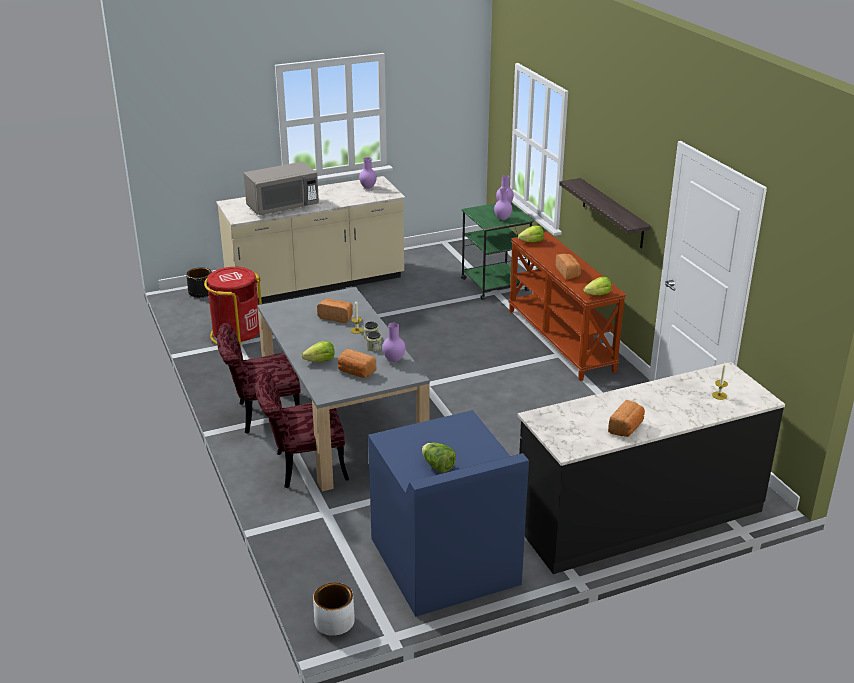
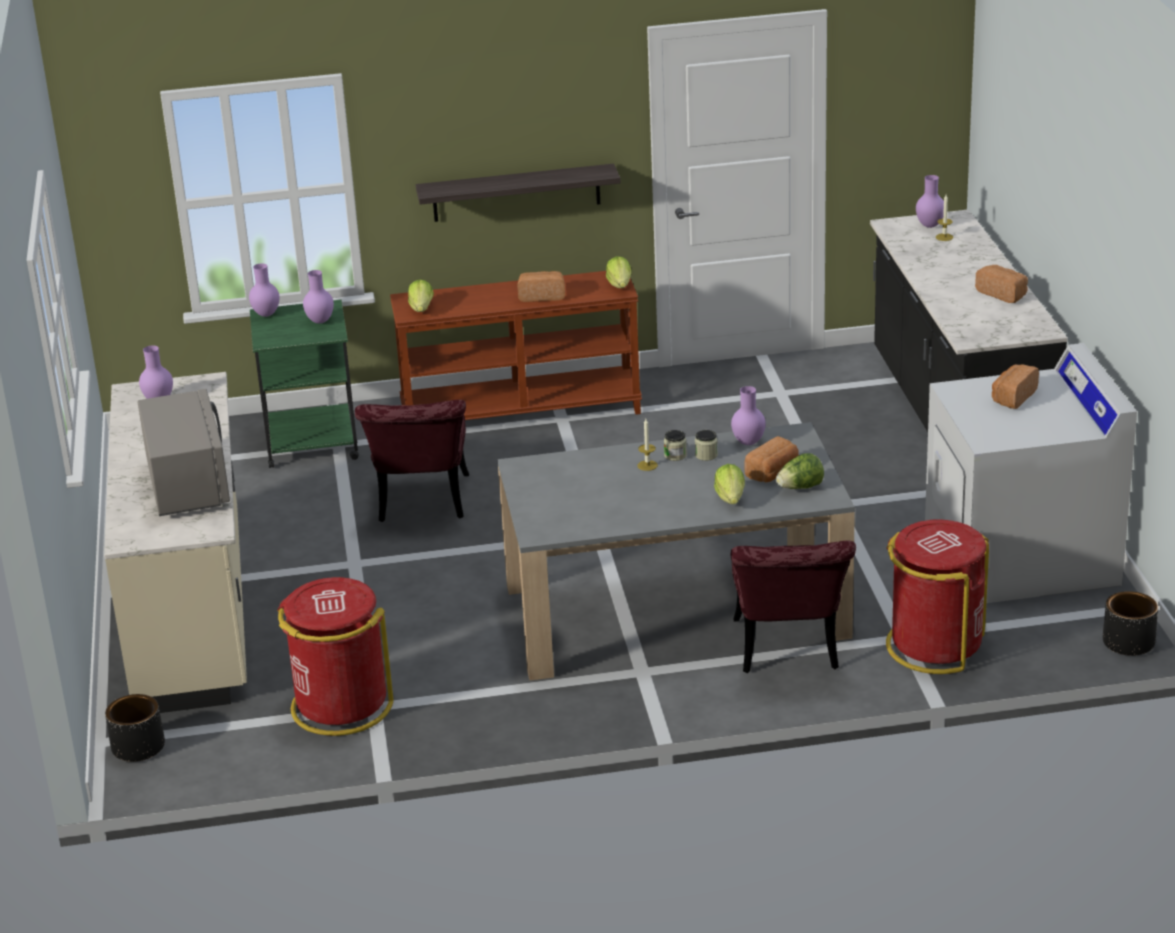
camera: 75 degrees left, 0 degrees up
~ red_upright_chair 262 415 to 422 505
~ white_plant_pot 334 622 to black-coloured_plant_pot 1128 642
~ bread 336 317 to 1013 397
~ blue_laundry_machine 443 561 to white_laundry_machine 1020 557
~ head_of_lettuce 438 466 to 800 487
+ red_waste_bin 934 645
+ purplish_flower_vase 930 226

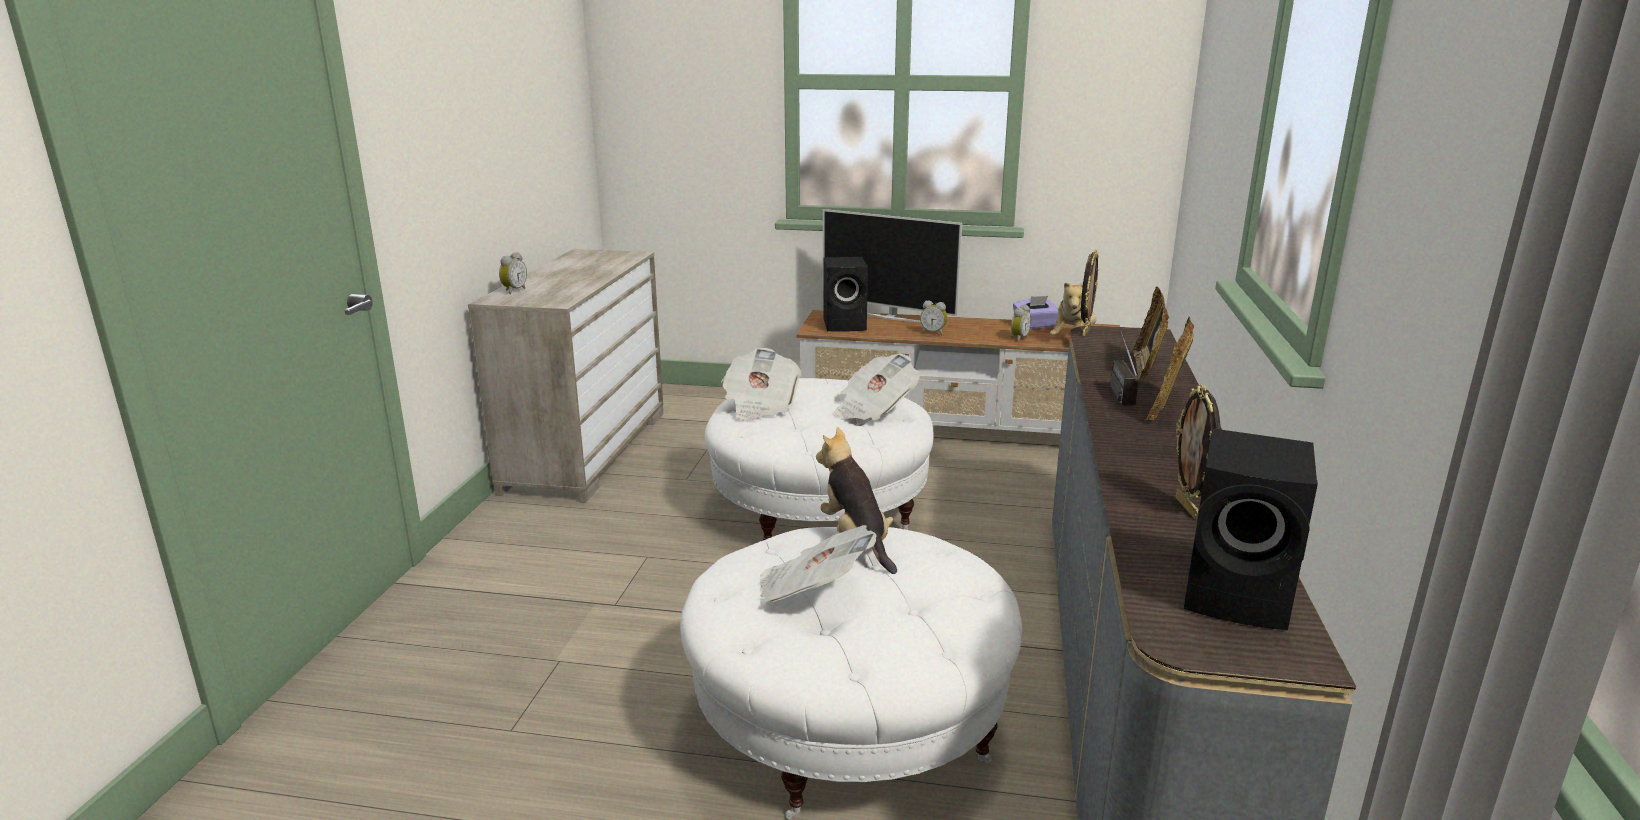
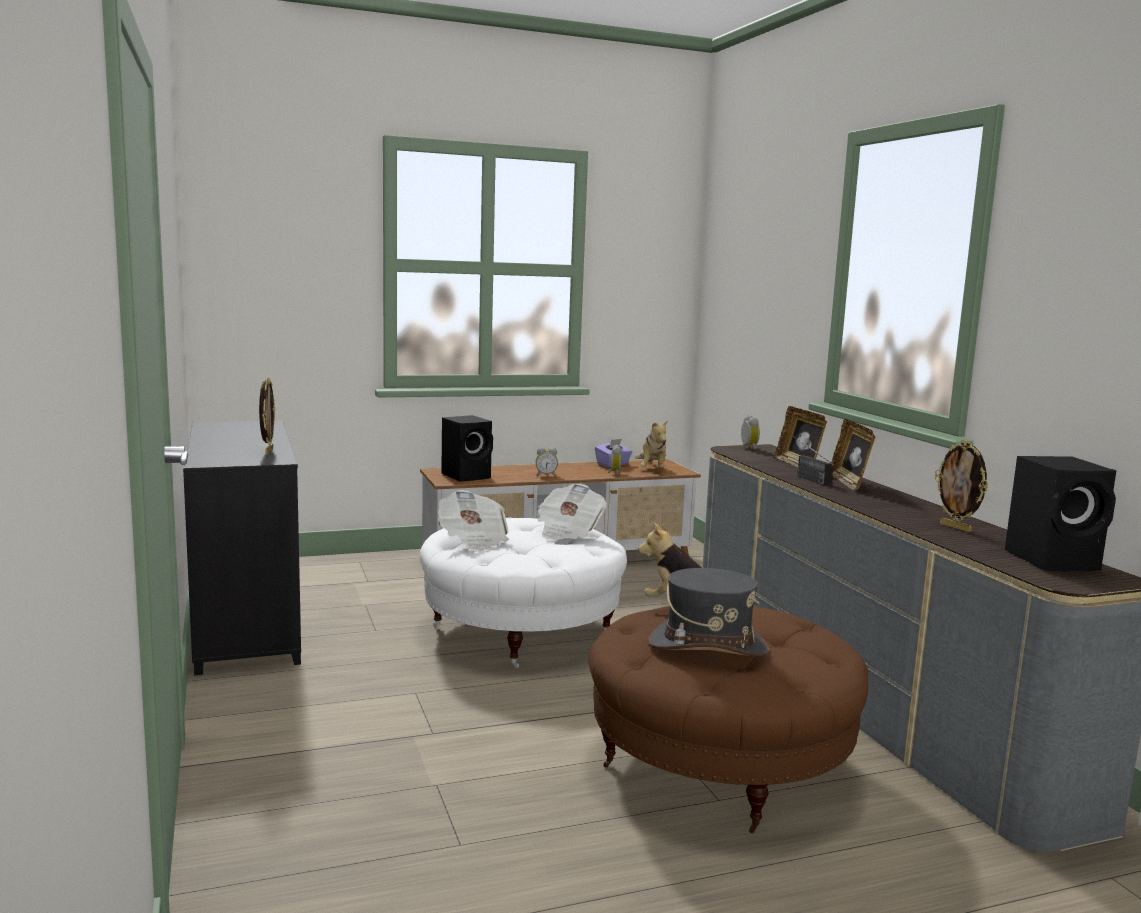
camera: 30 degrees left, 10 degrees down
~ sand-coloured_chest_of_drawers 585 450 to black-coloured_chest_of_drawers 243 623
~ alarm_clock 513 291 to 747 448
~ white_ottoman 850 723 to brown-coloured_ottoman 719 763
~ daily_paper 812 592 to grey_hat 707 647
- TV_set 890 317
~ picture_frame 1085 332 to 268 451

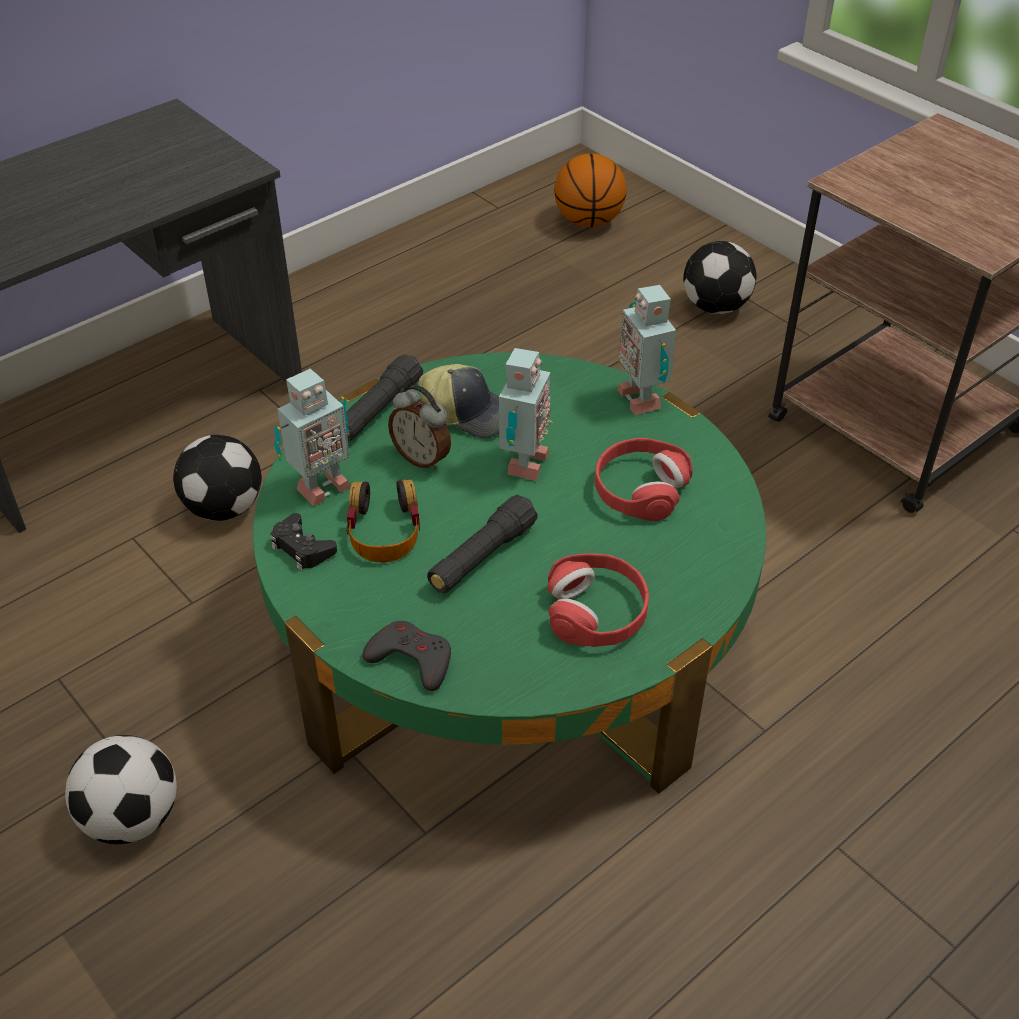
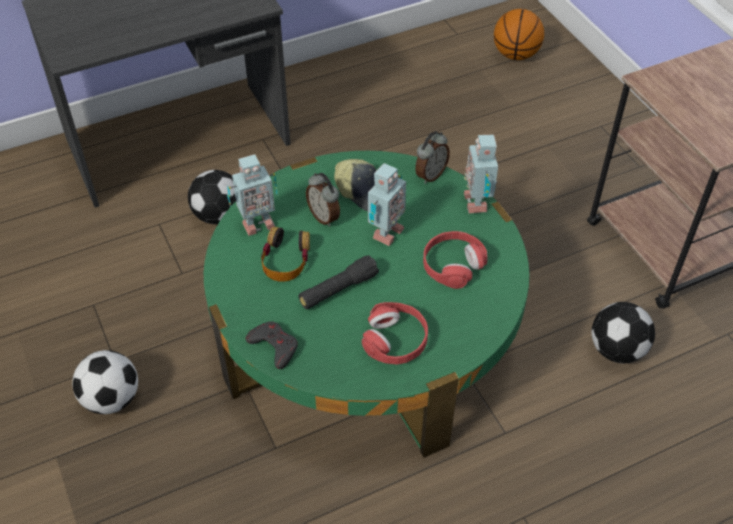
camera: 15 degrees right, 5 degrees up
- black-coloured_joypad 302 548
- black-coloured_torch 378 411
~ football_ball 714 307 to 616 350
+ alarm_clock 430 175

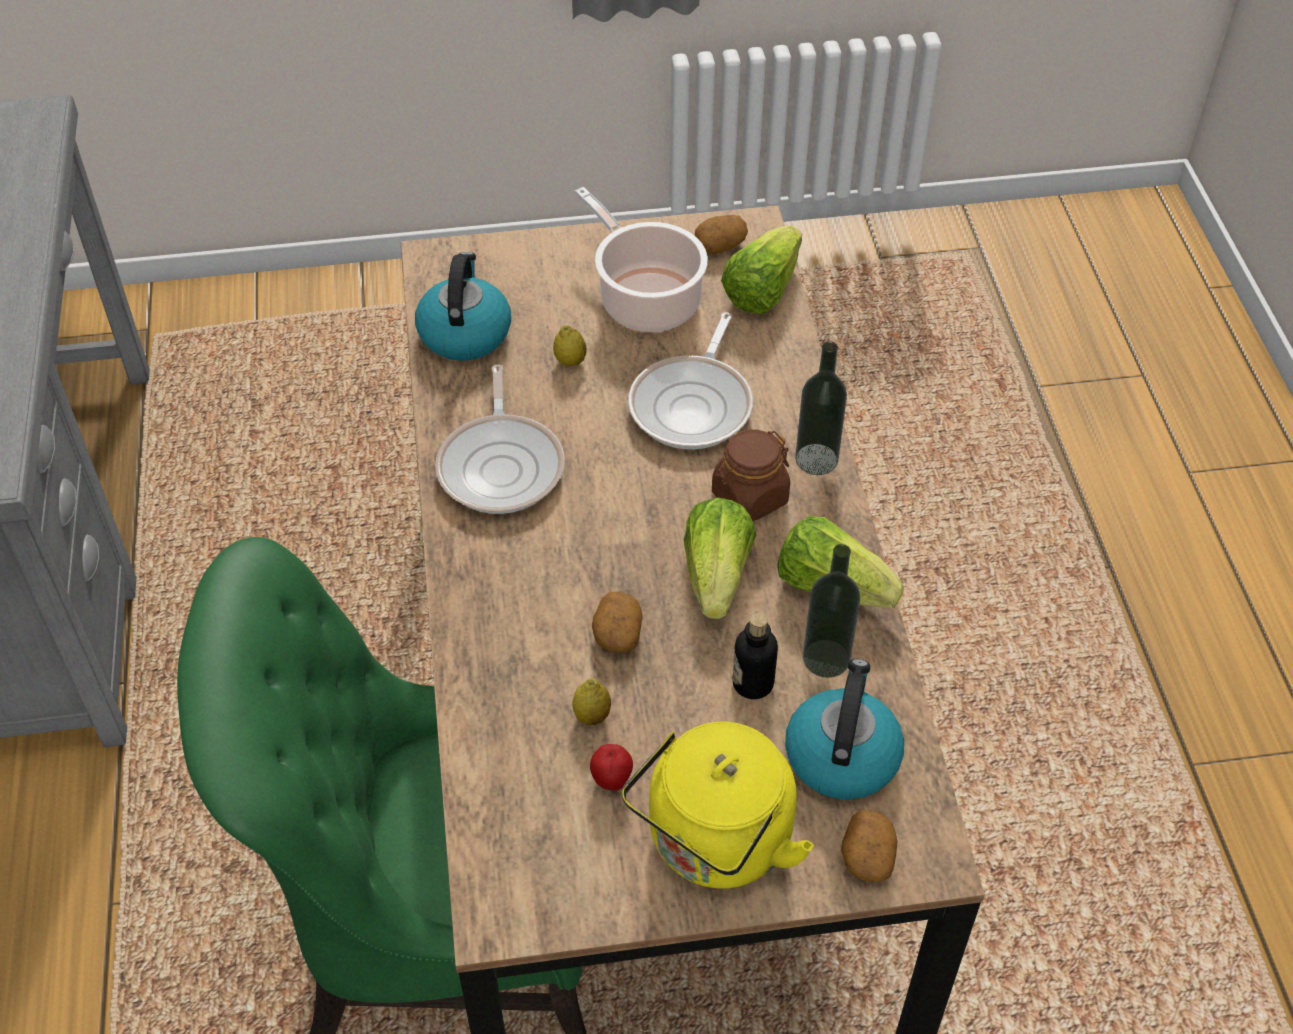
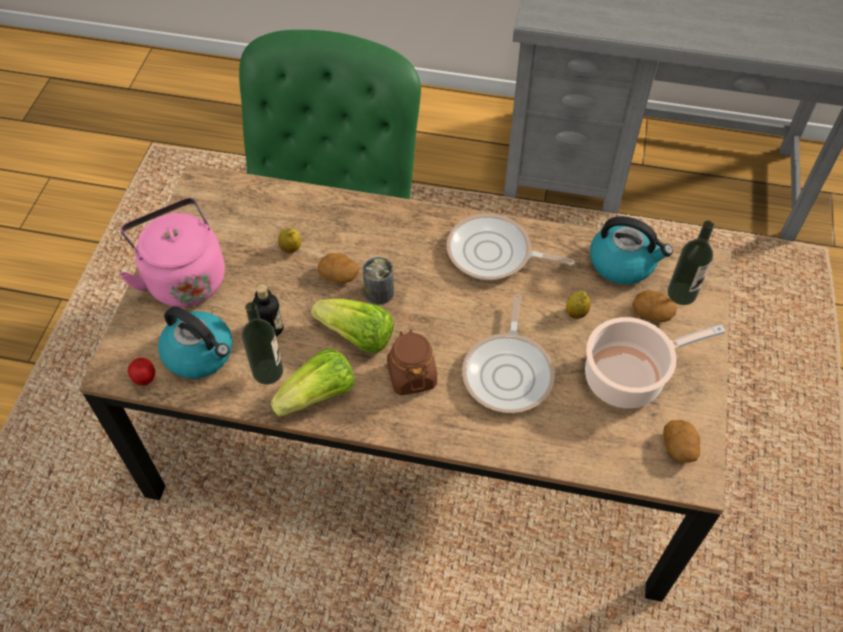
camera: 110 degrees right, 5 degrees up
~ whole_apple 611 780 to 145 380
~ yellow_kettle 715 844 to pinkish_kettle 183 277
~ pan 694 404 = 509 372 120 degrees counterclockwise
- head_of_lettuce 762 290
~ bottle 816 459 to 681 293
~ whole_potato 867 855 to 652 313
+ can 379 293

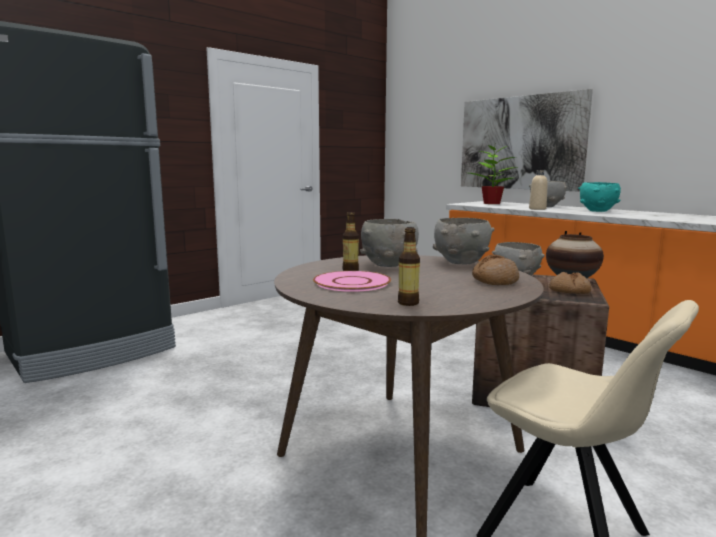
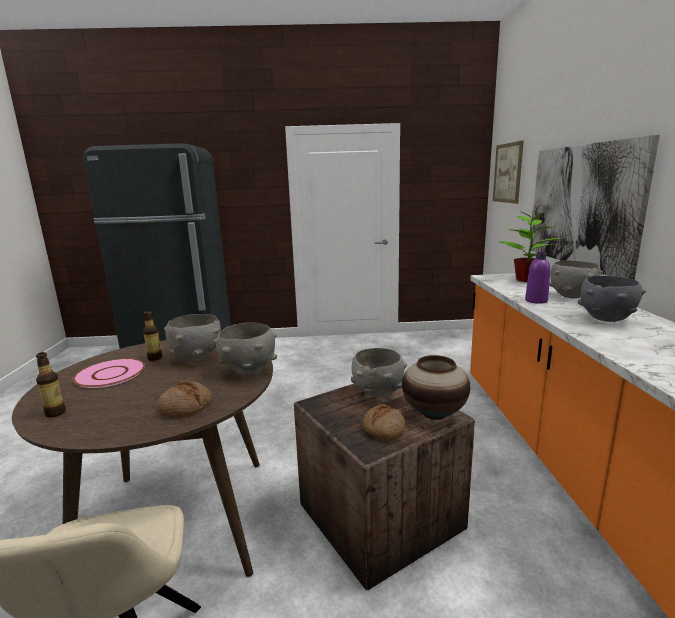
camera: 40 degrees right, 5 degrees up
~ sand-coloured_bottle 537 209 to purplish_bottle 536 301
~ turquoise-coloured_bowl 597 211 to grey_bowl 606 319
+ wall_art 507 173

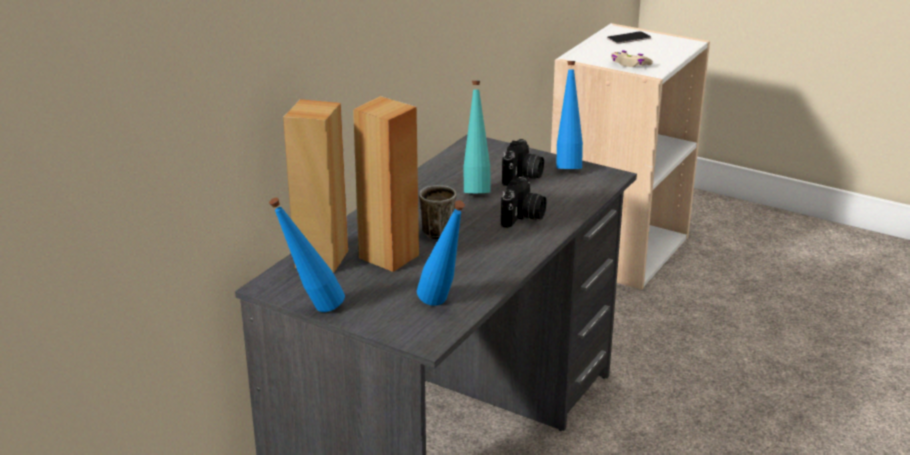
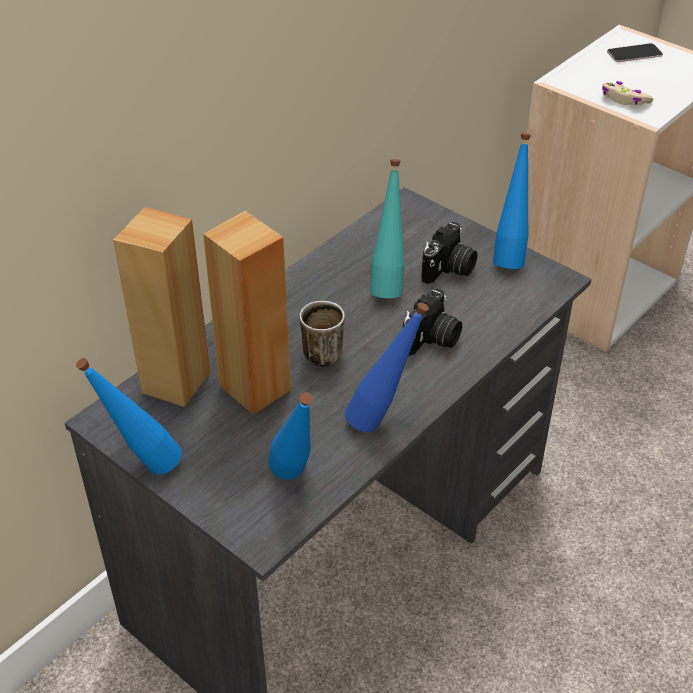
camera: 10 degrees right, 15 degrees up
+ blue_bottle 383 420

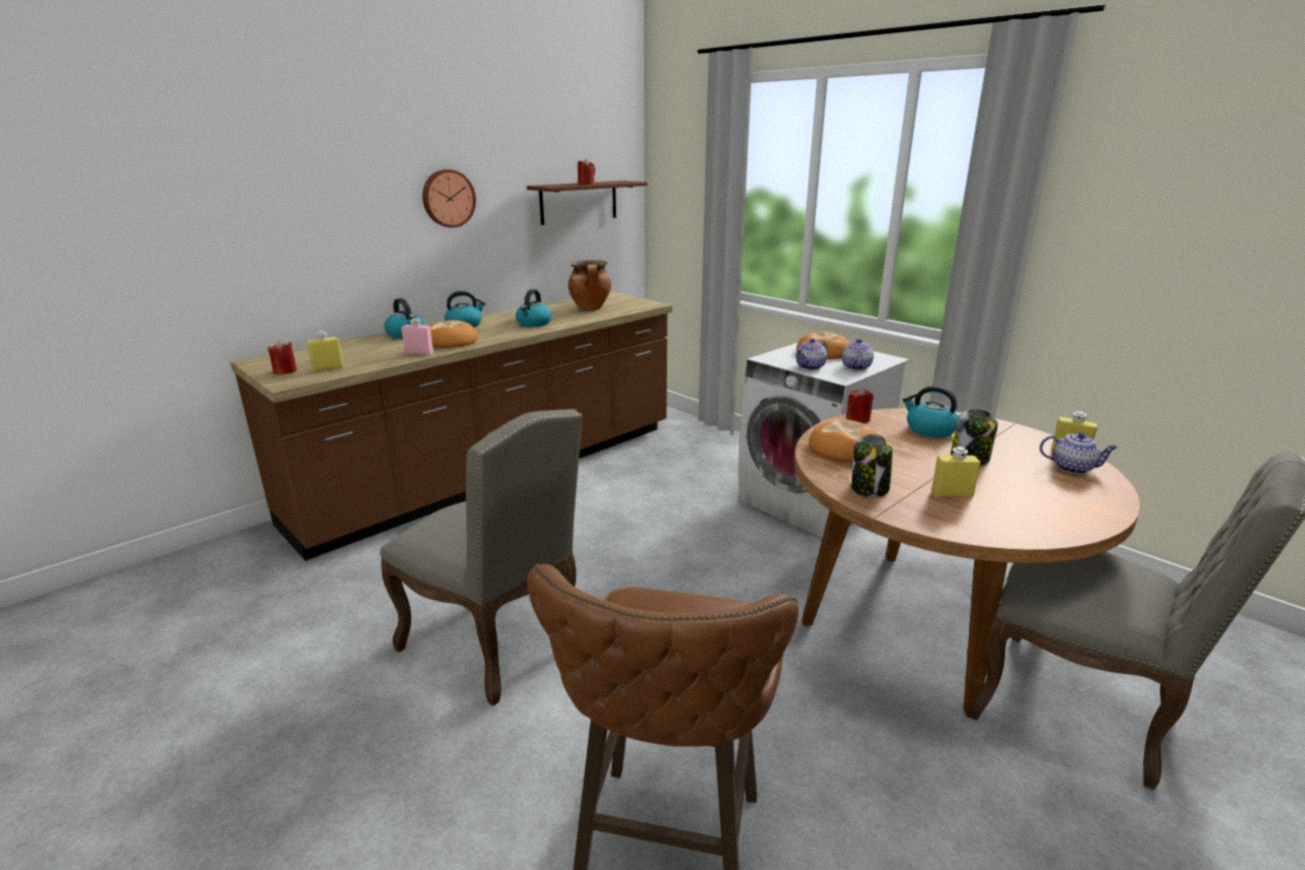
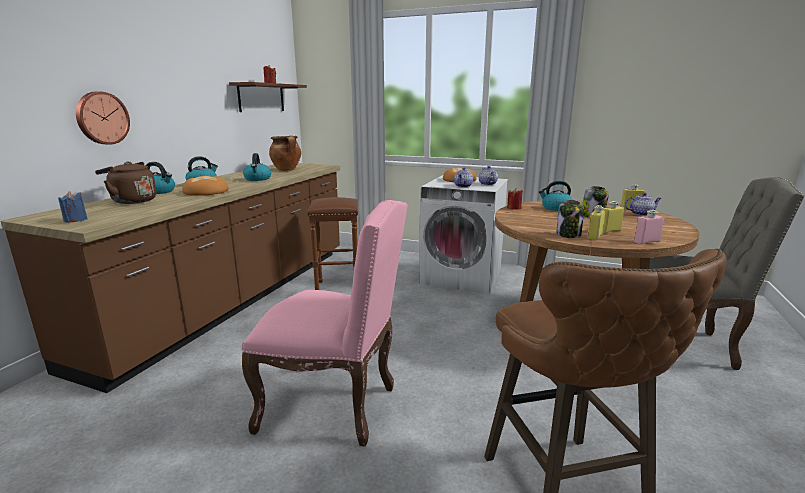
camera: 25 degrees left, 5 degrees down
~ red_wax_light 285 371 to blue_wax_light 75 220
~ yellow_bottle 328 369 to 594 236
~ grey_upright_chair 497 645 to pinkish_upright_chair 332 406
~ pinkish_bottle 419 353 to 646 242
~ wall_clock 448 198 to 101 118
- bread 844 449
+ brown-coloured_kettle 132 201
+ brown-coloured_sitting_stool 339 288

